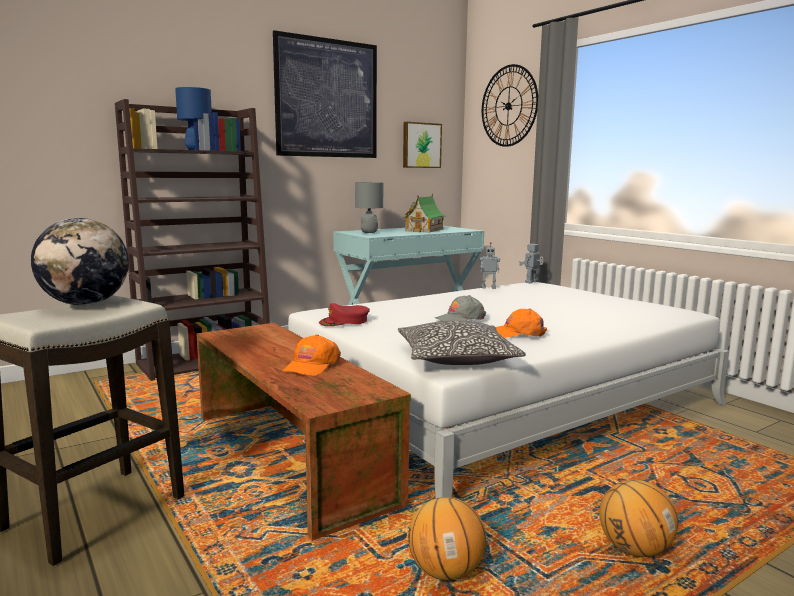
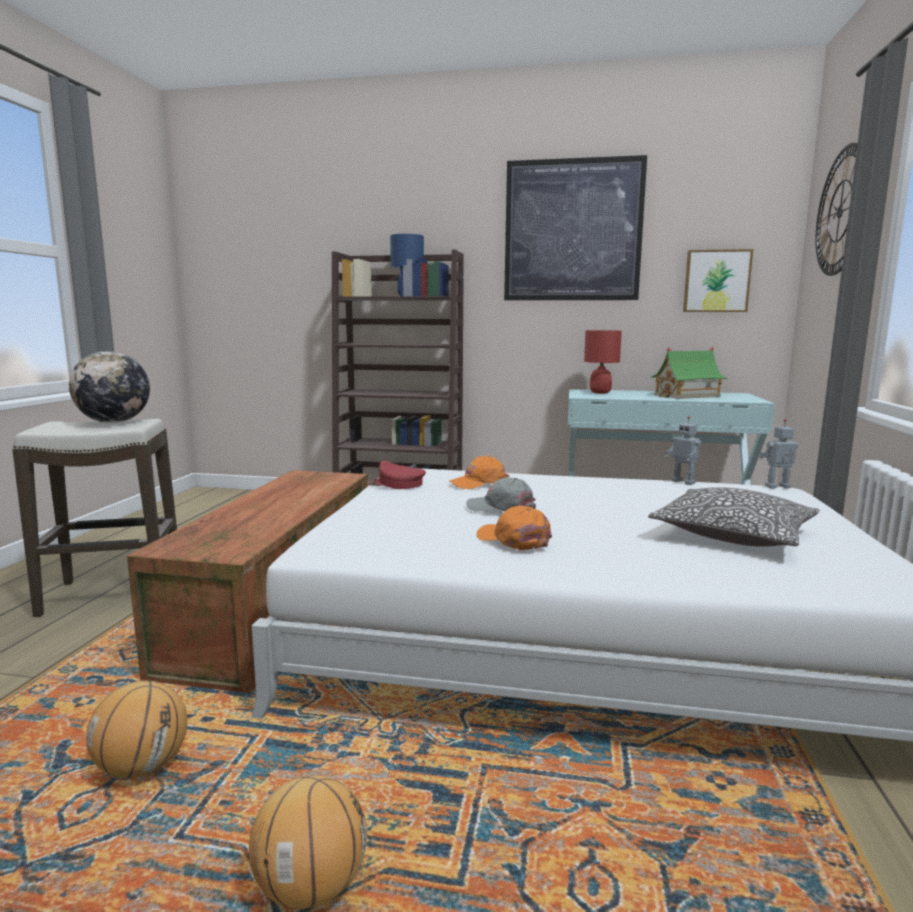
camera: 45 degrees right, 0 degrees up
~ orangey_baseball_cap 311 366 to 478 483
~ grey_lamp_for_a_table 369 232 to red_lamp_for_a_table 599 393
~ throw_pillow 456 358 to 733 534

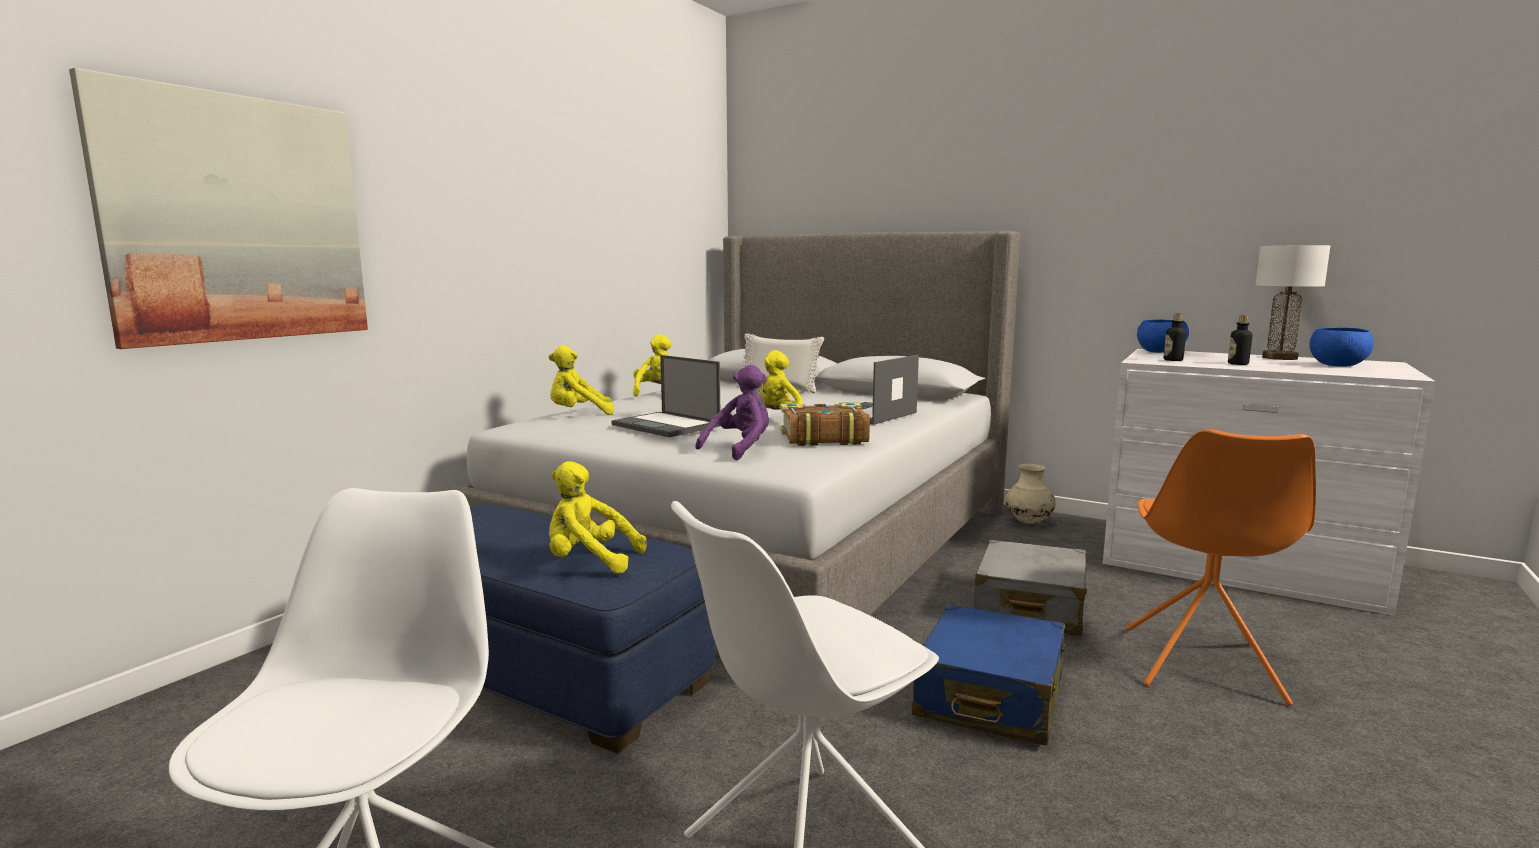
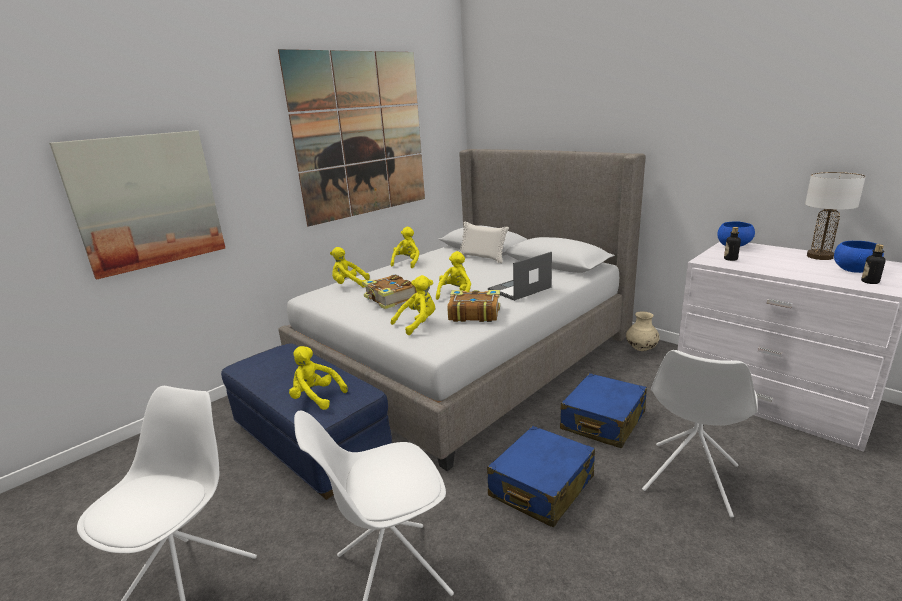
camera: 15 degrees right, 10 degrees up
~ portable_computer 667 425 to volume 390 299
~ purplish_cuddly_toy 740 449 to yellow_cuddly_toy 418 324
~ grey_piece_of_luggage 1029 608 to blue_piece_of_luggage 602 421
~ orangey_upright_chair 1201 666 to white_upright_chair 690 479
~ bottle 1238 364 to 870 282
+ wall_art 361 135

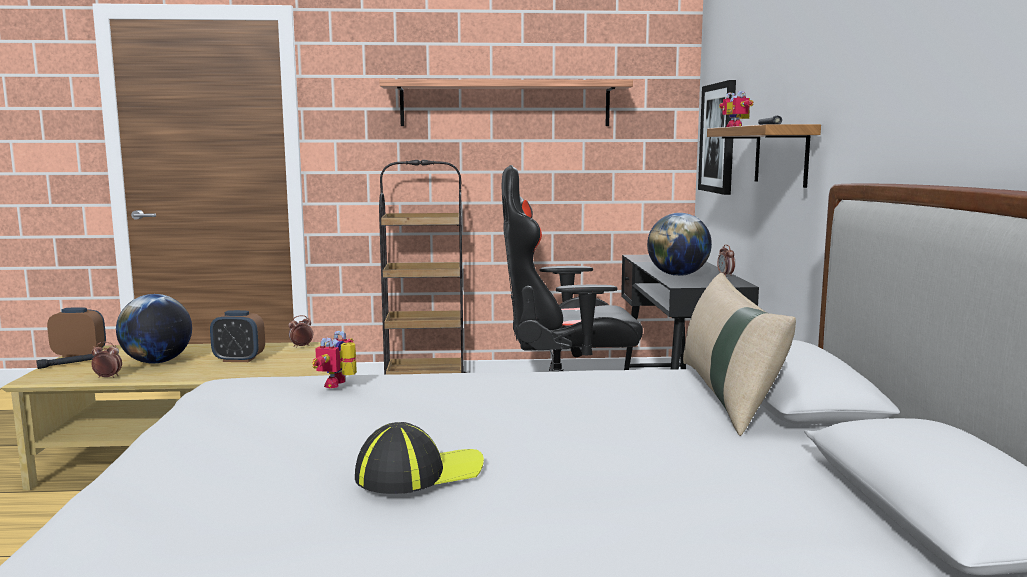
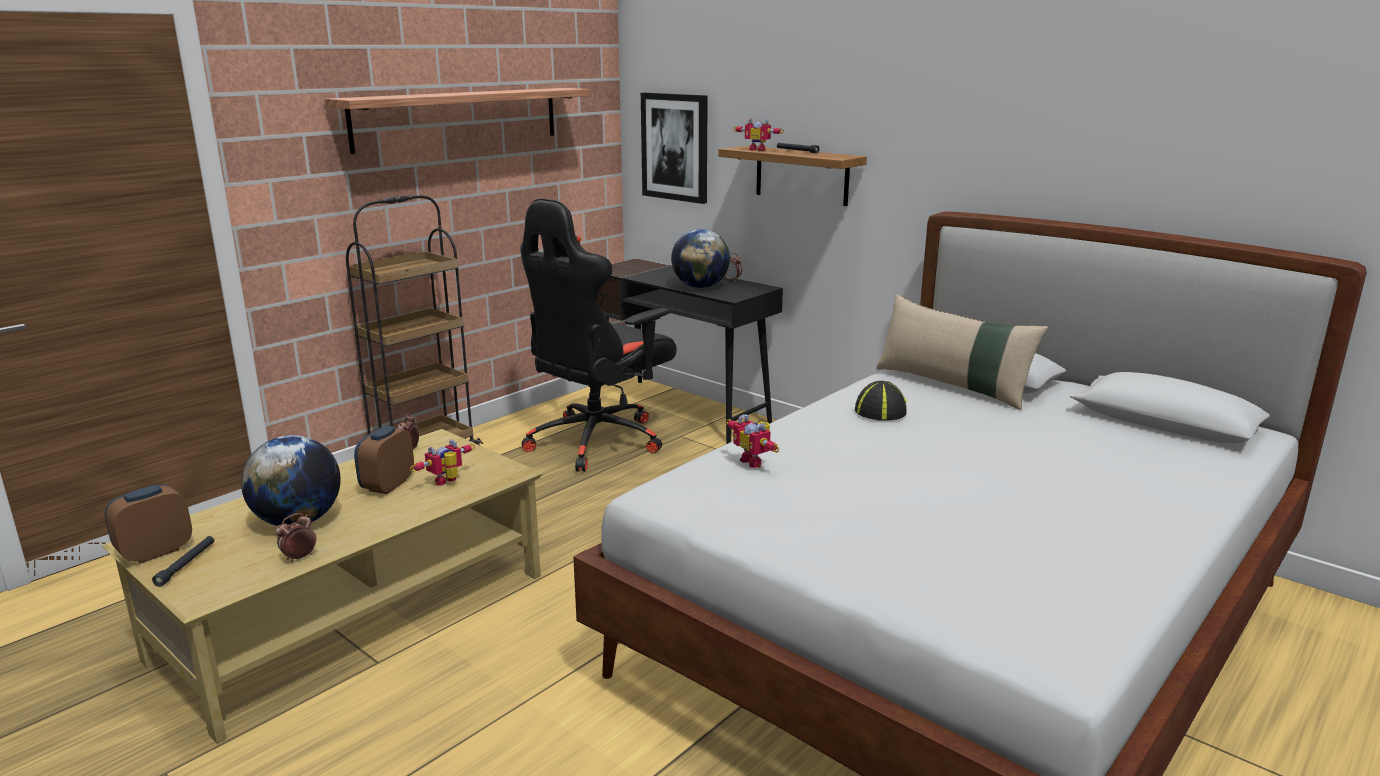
camera: 45 degrees left, 10 degrees up
~ alarm_clock 239 359 = 387 485 150 degrees clockwise
~ baseball_cap 419 473 to 881 407
+ toy_robot 448 482

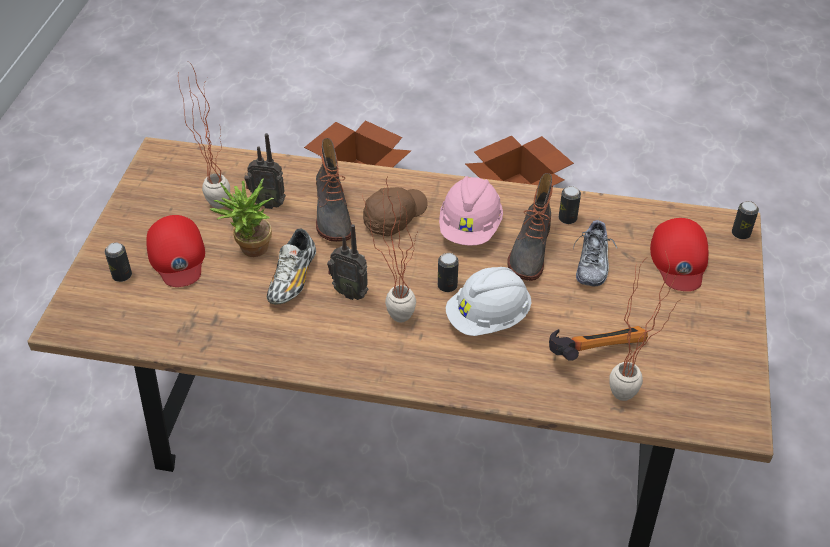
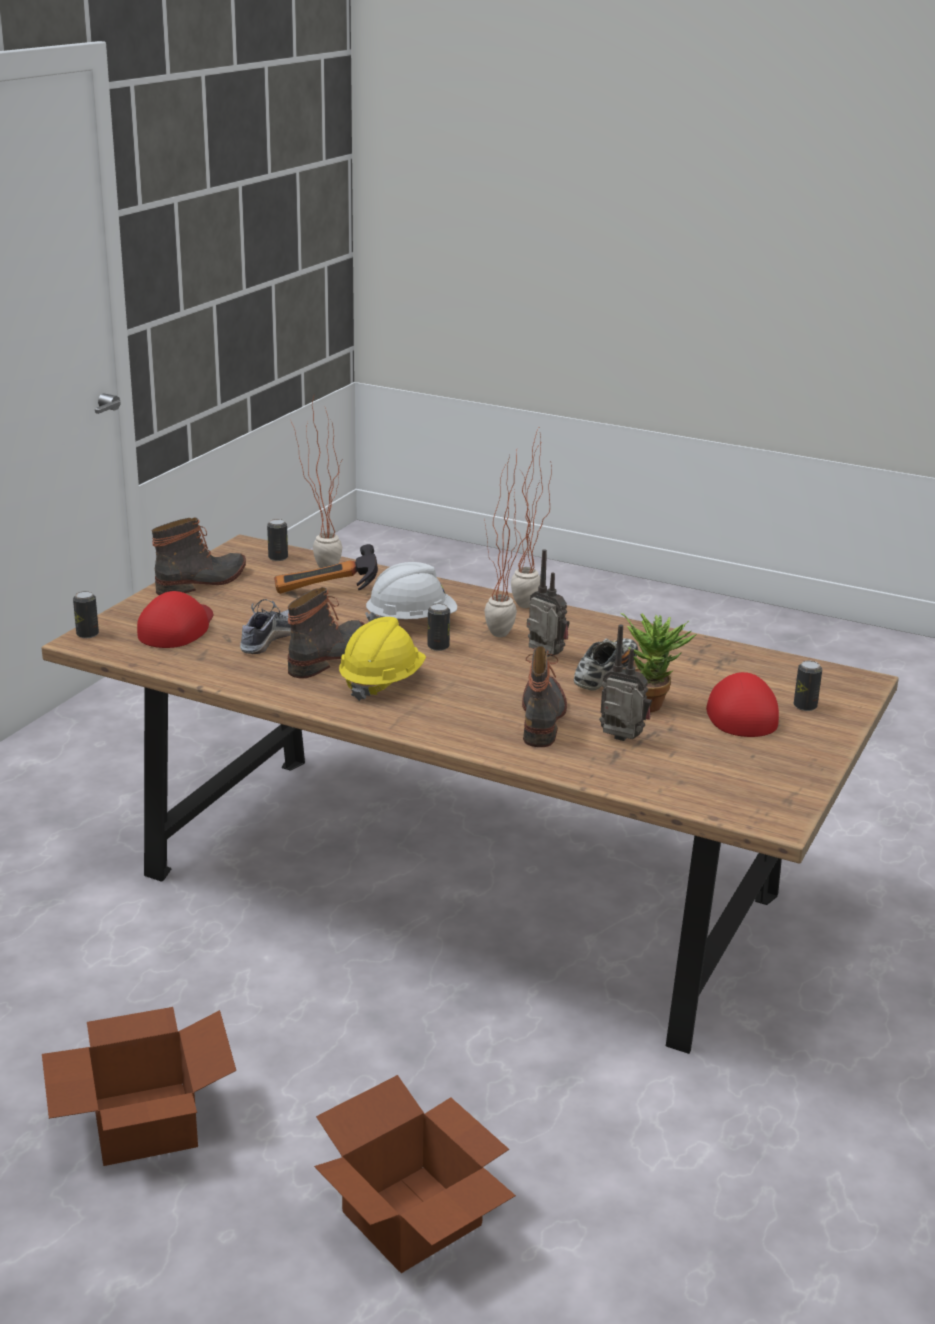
camera: 165 degrees left, 20 degrees down
~ plant_in_a_pot 217 199 to 526 609
- brown-coloured_baseball_cap 394 217
~ pinkish_hard_hat 470 228 to yellow_hard_hat 381 682
~ can 567 218 to 278 558
+ high-top_boot 203 582

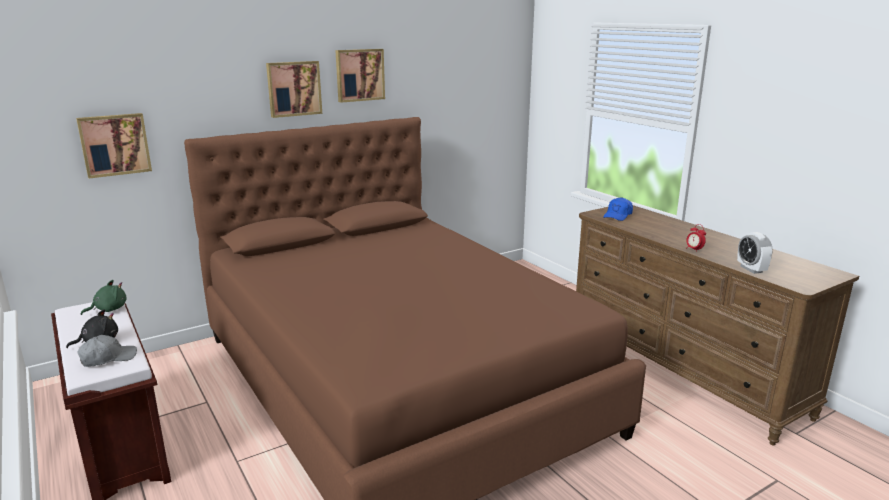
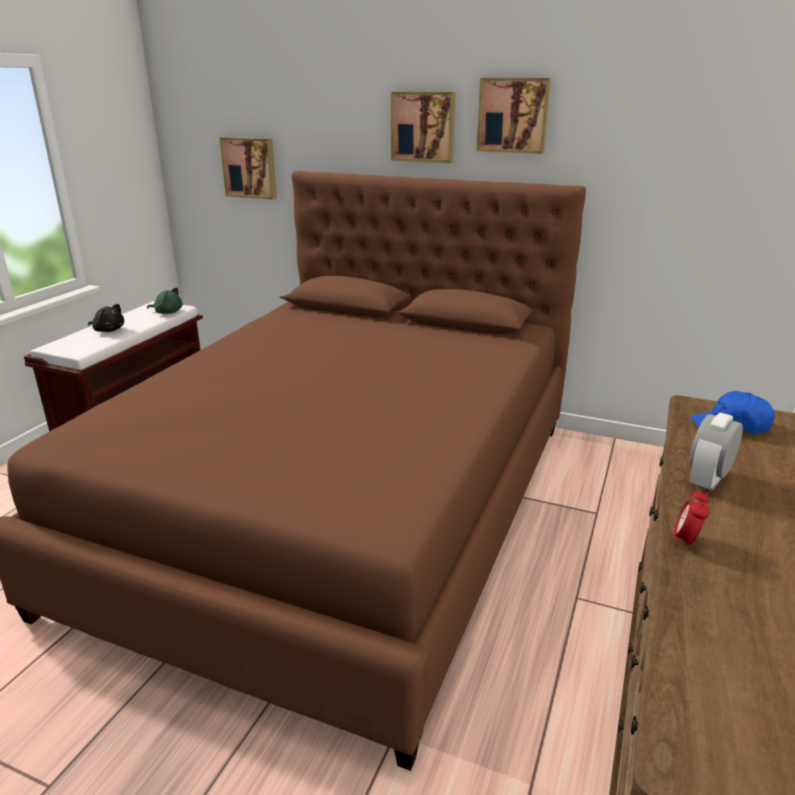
camera: 55 degrees right, 5 degrees up
- grey_baseball_cap 108 358
~ alarm_clock 751 269 to 707 480

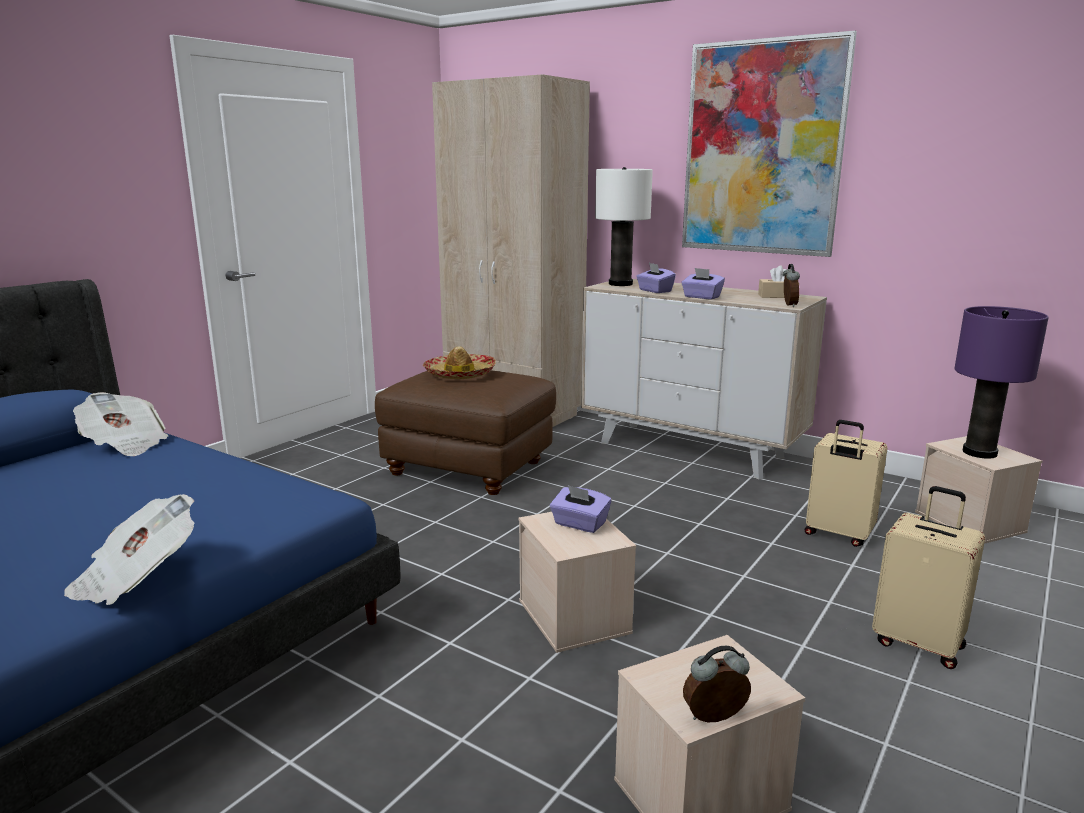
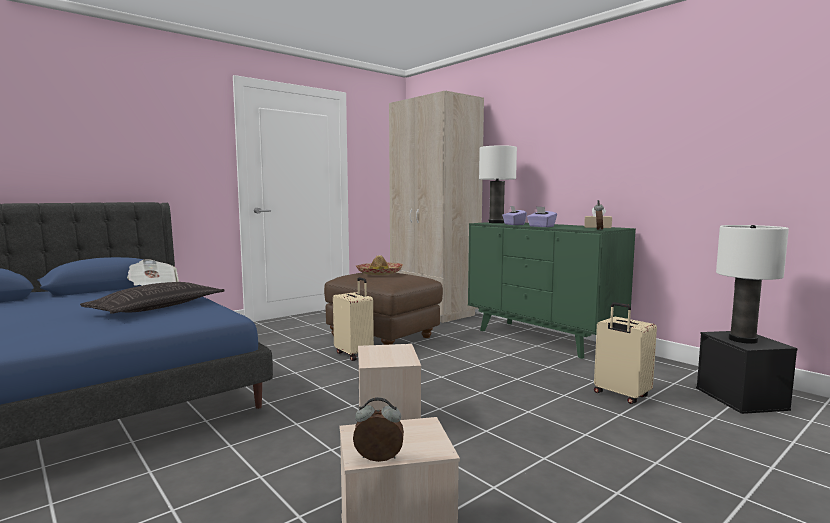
camera: 15 degrees right, 10 degrees down
- daily_paper 136 578
- purplish_tissue_holder 579 524
~ white_chest_of_drawers 690 449 to greenish_chest_of_drawers 541 338
- wall_art 762 149
~ sand-coloured_piece_of_luggage 919 643 to 355 354
~ sand-coloured_storage_bin 971 522 to black-coloured_storage_bin 742 399
~ purplish_lamp_for_a_table 979 452 to white_lamp_for_a_table 743 339
+ throw_pillow 157 307

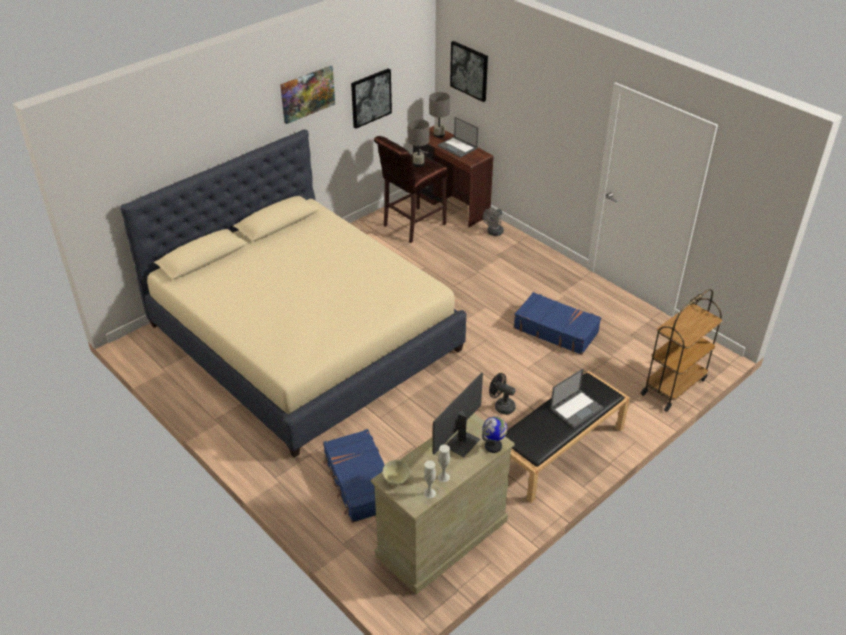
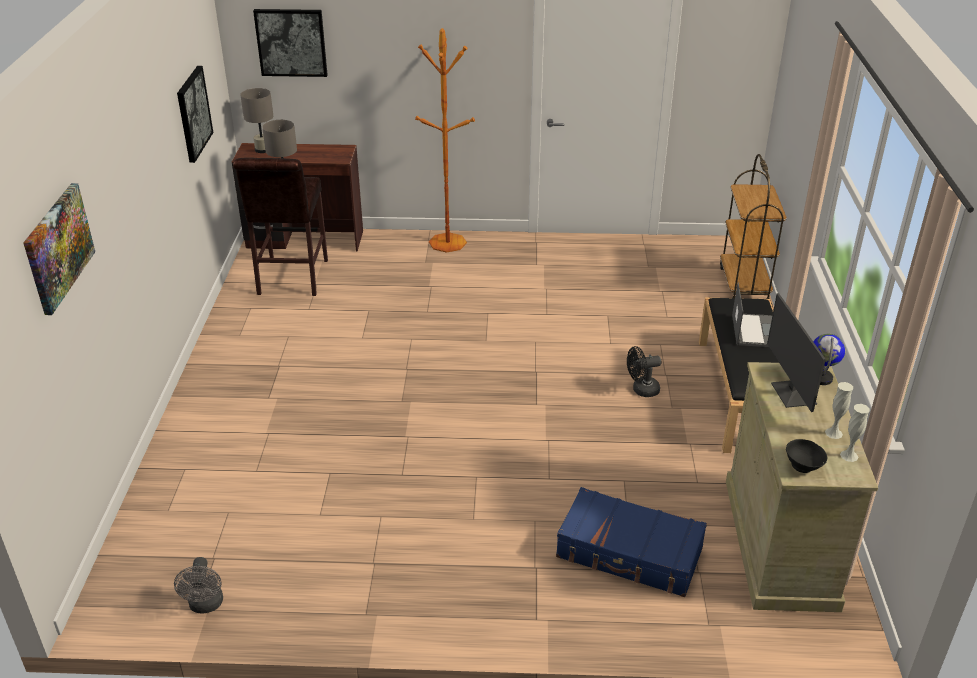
camera: 45 degrees left, 5 degrees down
- sand-coloured_bed 304 337
~ wall_art 307 94 to 58 247
~ sand-coloured_bowl 396 480 to black-coloured_bowl 803 467
- portable_computer 457 147
~ grey_electric_fan 493 233 to 206 606
- blue_piece_of_luggage 556 330
+ orangey_garment_rack 448 242

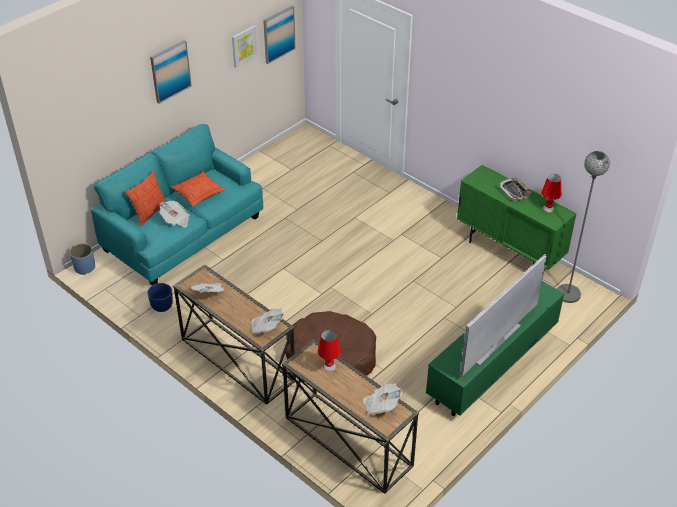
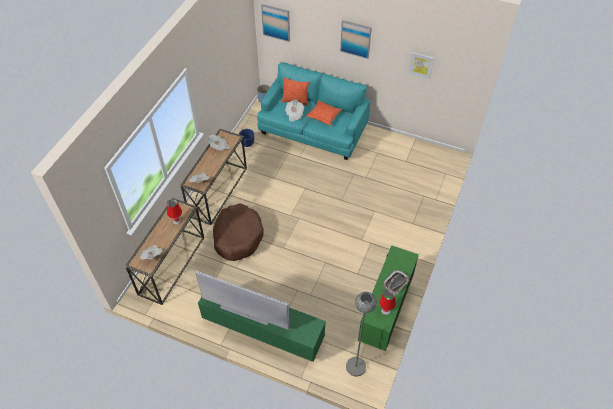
camera: 70 degrees right, 10 degrees up
~ wall_art 278 34 to 276 22

